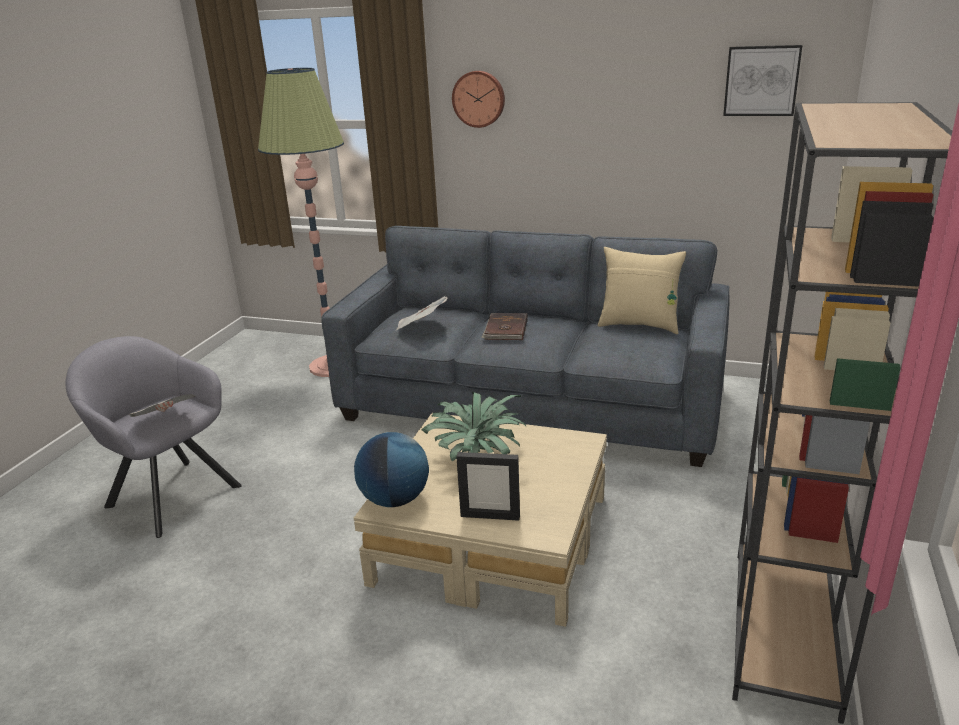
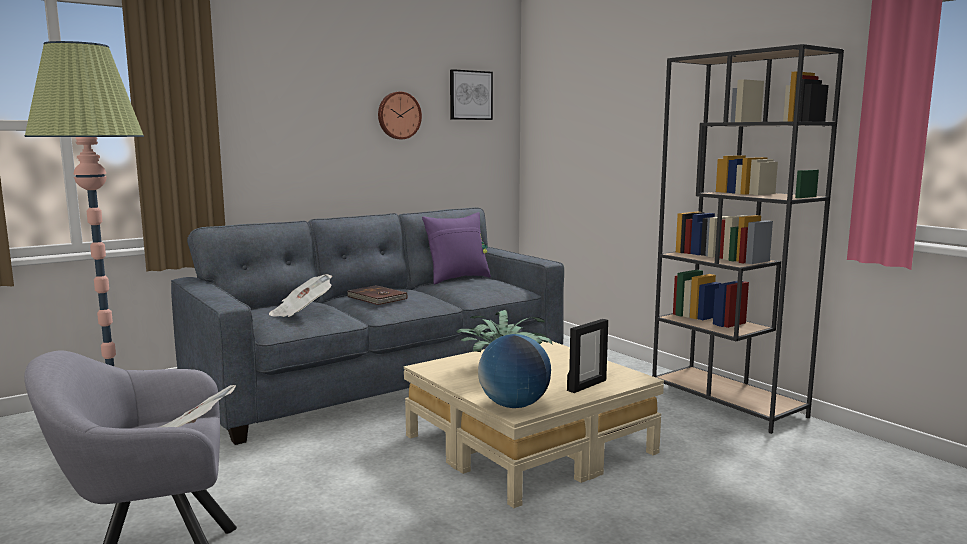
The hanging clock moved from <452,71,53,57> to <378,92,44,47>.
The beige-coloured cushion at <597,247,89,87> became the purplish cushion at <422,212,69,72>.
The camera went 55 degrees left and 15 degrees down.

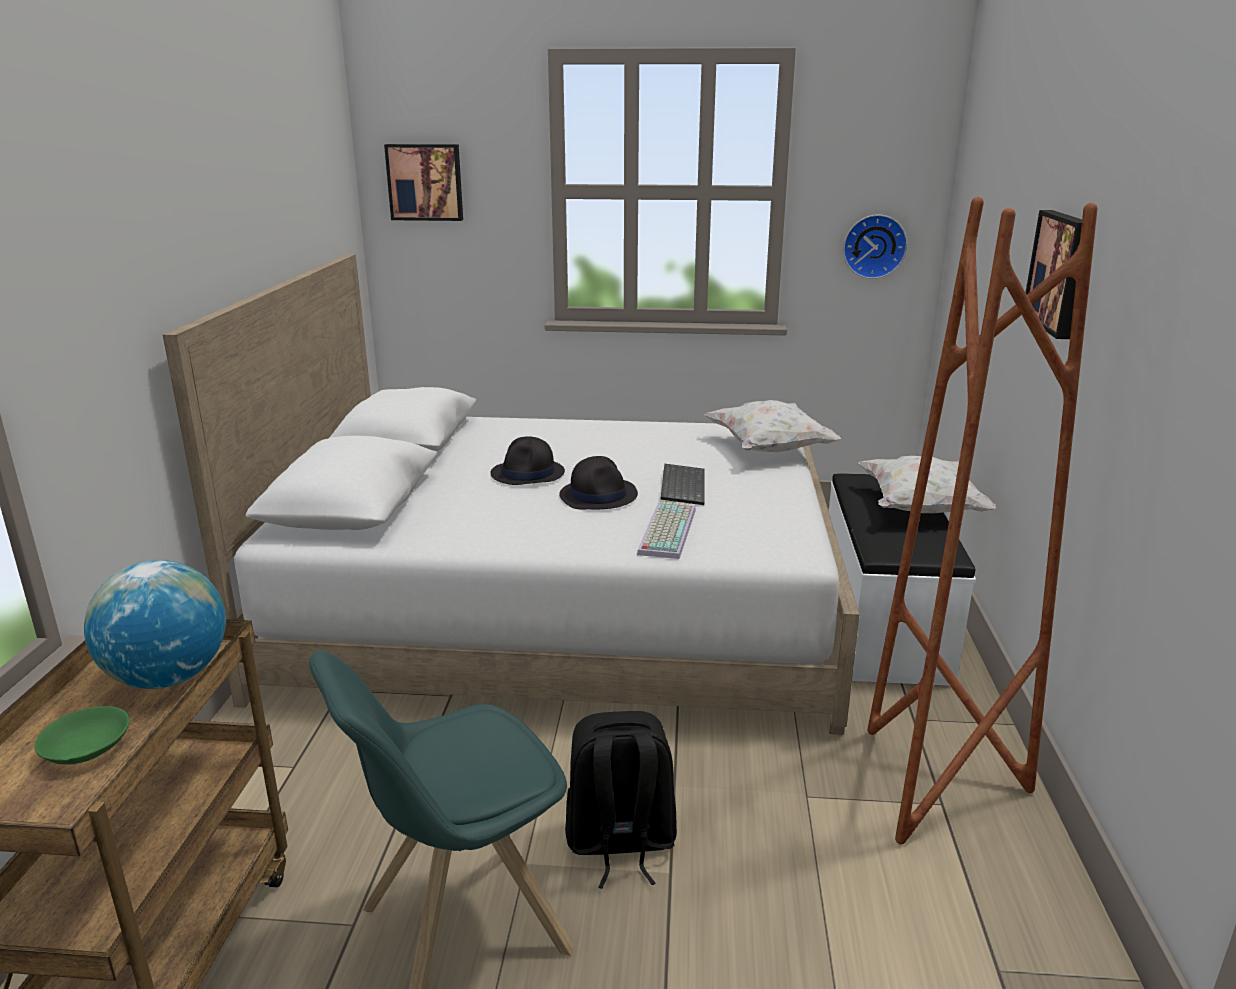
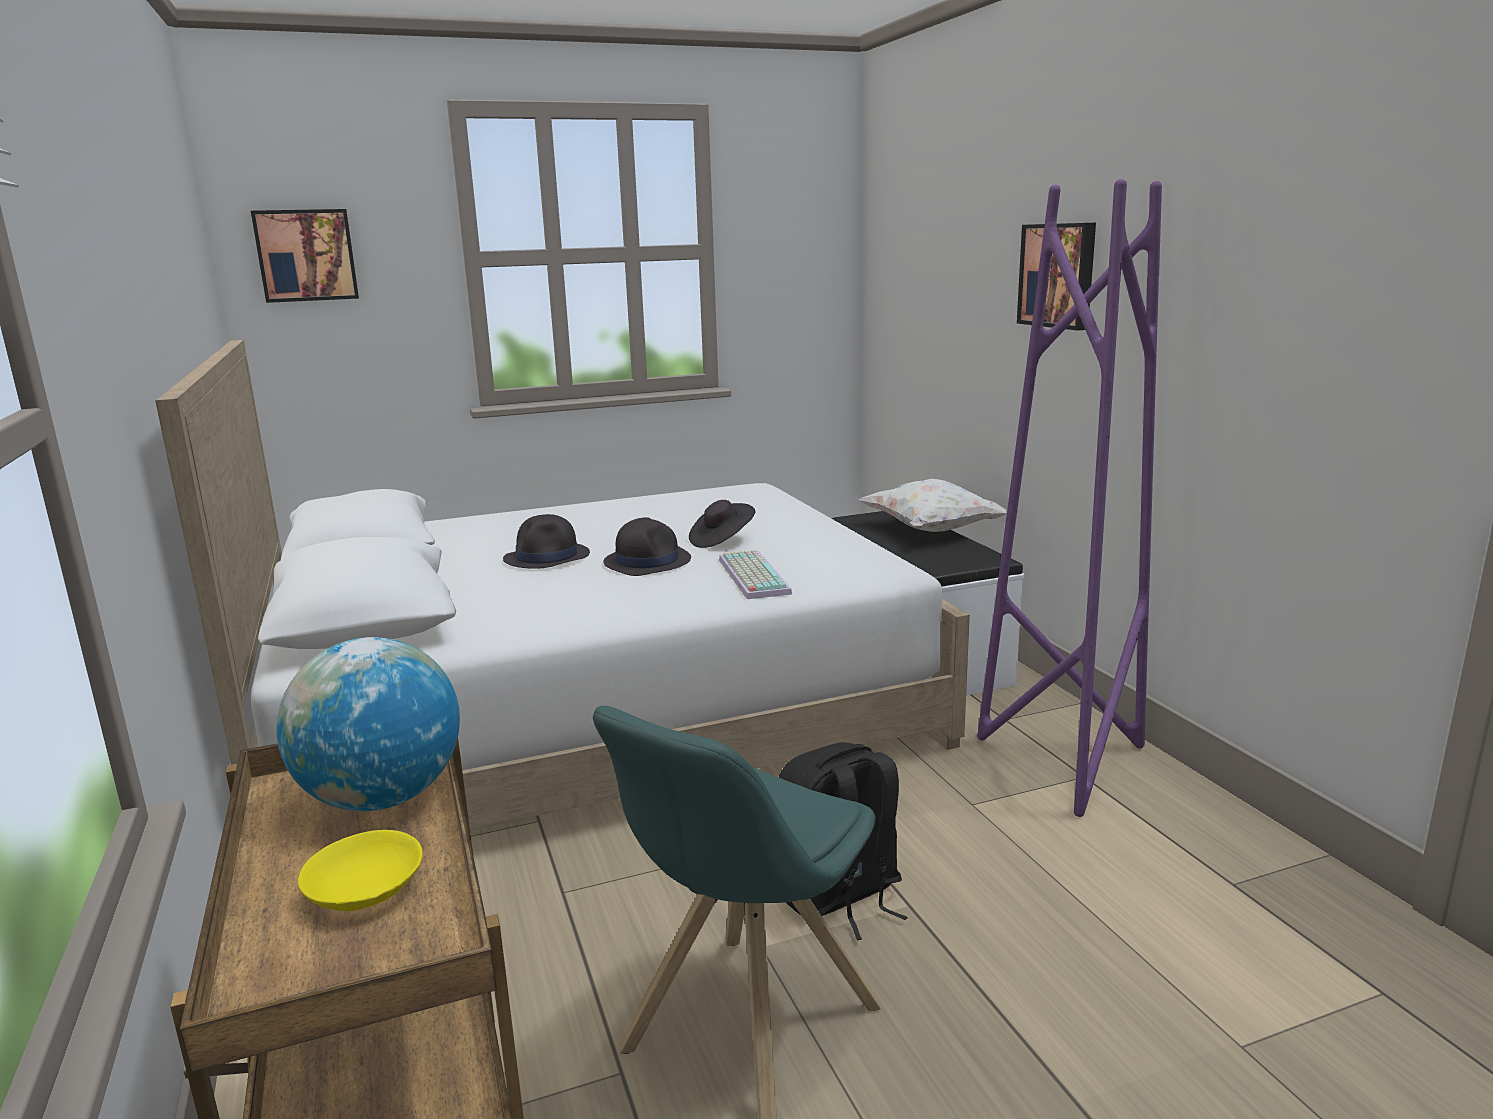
The greenish bowl at <35,706,95,59> became the yellow-coloured bowl at <298,830,125,81>.
The keyboard at <661,464,44,41> was replaced by the black-coloured wearable hat at <689,500,67,48>.
The brown garment stand at <867,197,230,648> became the purplish garment stand at <977,179,185,638>.
The white cushion at <705,400,136,52> disappeared.
The hanging clock at <843,215,64,64> disappeared.
The camera went 25 degrees left and 5 degrees down.

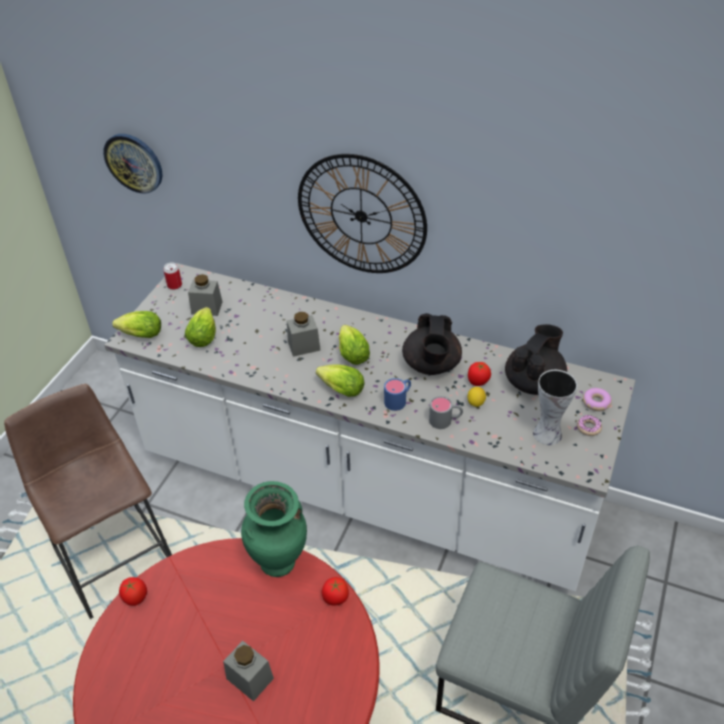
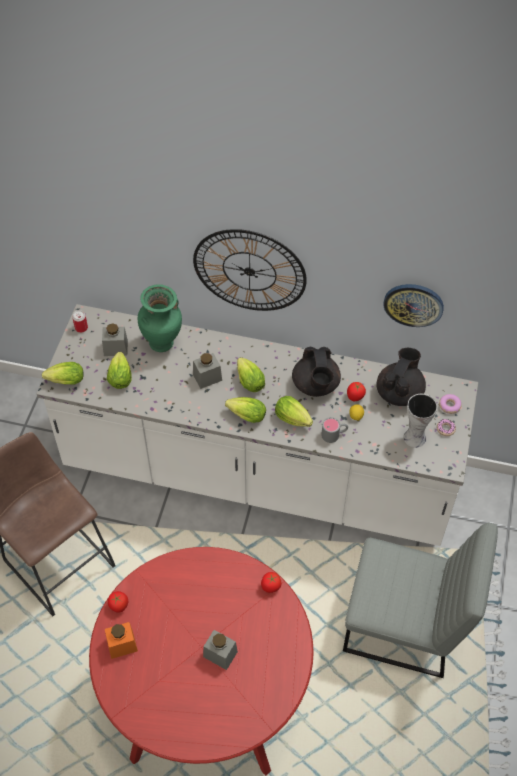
The orange-coloured preserve jar at <105,622,33,37> appeared.
The greenish decorative vase moved from <241,481,66,96> to <138,284,44,68>.
The blue coffee mug at <384,378,27,33> was replaced by the lettuce head at <275,396,38,31>.
The hanging clock moved from <103,134,60,59> to <384,284,60,43>.
The camera went 10 degrees left and 10 degrees up.

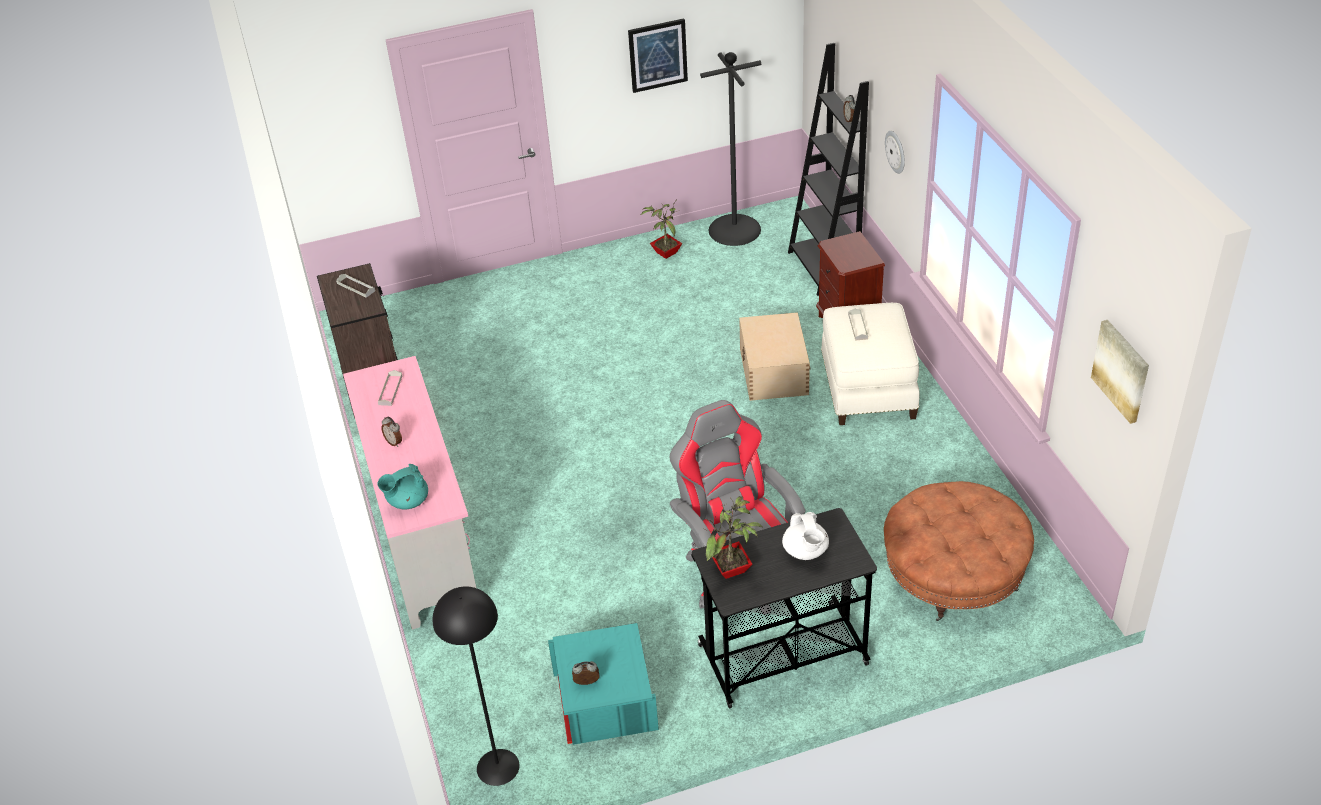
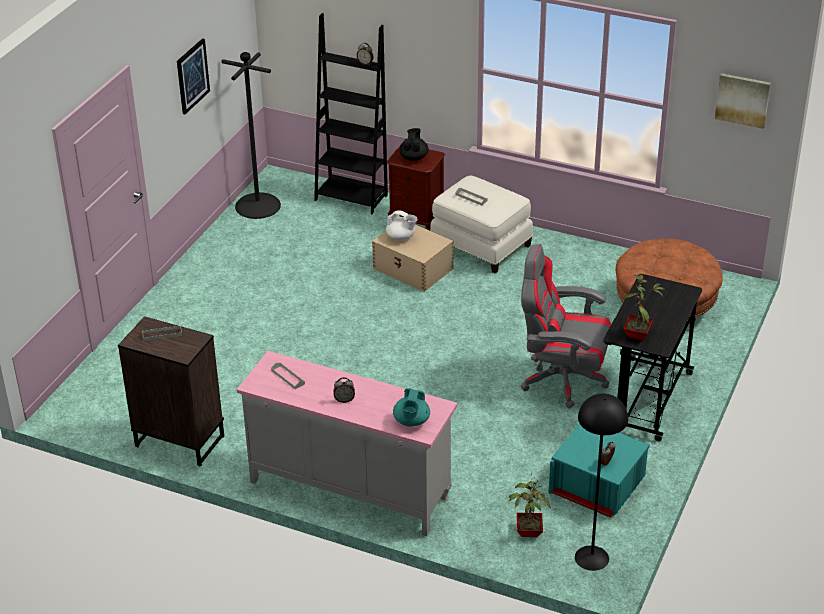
The white tea pot moved from <782,512,47,48> to <386,210,31,31>.
The black-coloured tea pot at <399,128,30,33> appeared.
The houseplant moved from <641,199,41,60> to <508,472,42,65>.
The hanging clock at <885,131,20,43> disappeared.
The camera went 50 degrees left and 5 degrees down.

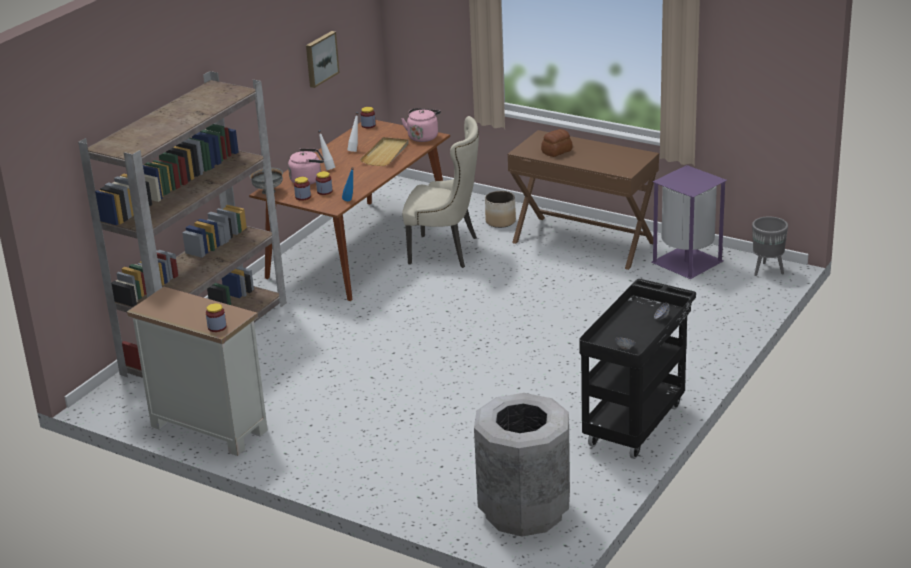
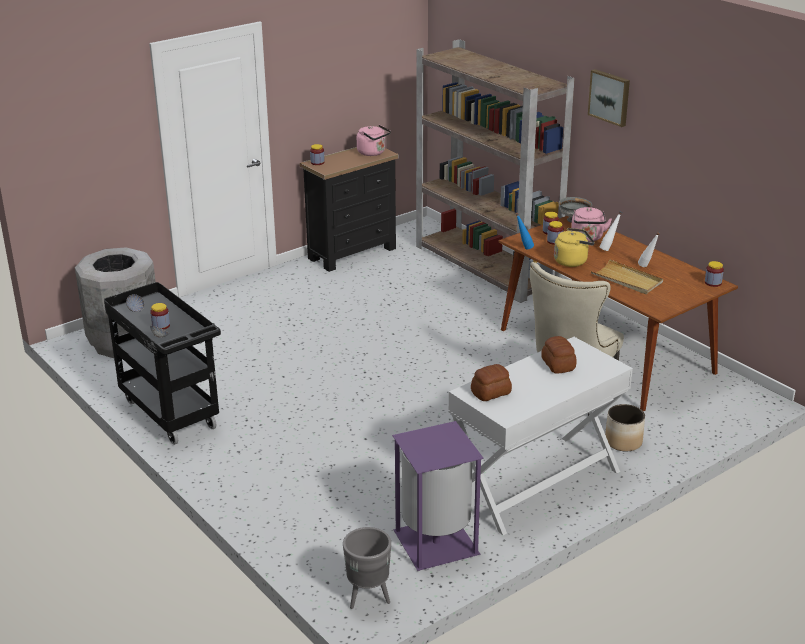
The preserve jar at <150,303,20,27> appeared.
The white dresser at <127,287,141,169> became the black-coloured dresser at <300,147,99,125>.
The pinkish water kettle moved from <401,108,40,34> to <357,125,34,31>.
The brown hall table at <508,130,151,140> became the white hall table at <448,337,185,198>.
The baked bread at <471,364,41,37> appeared.
The yellow-coloured water kettle at <554,228,41,39> appeared.
The picture moved from <306,31,34,57> to <588,69,42,58>.
The camera went 110 degrees right and 0 degrees up.

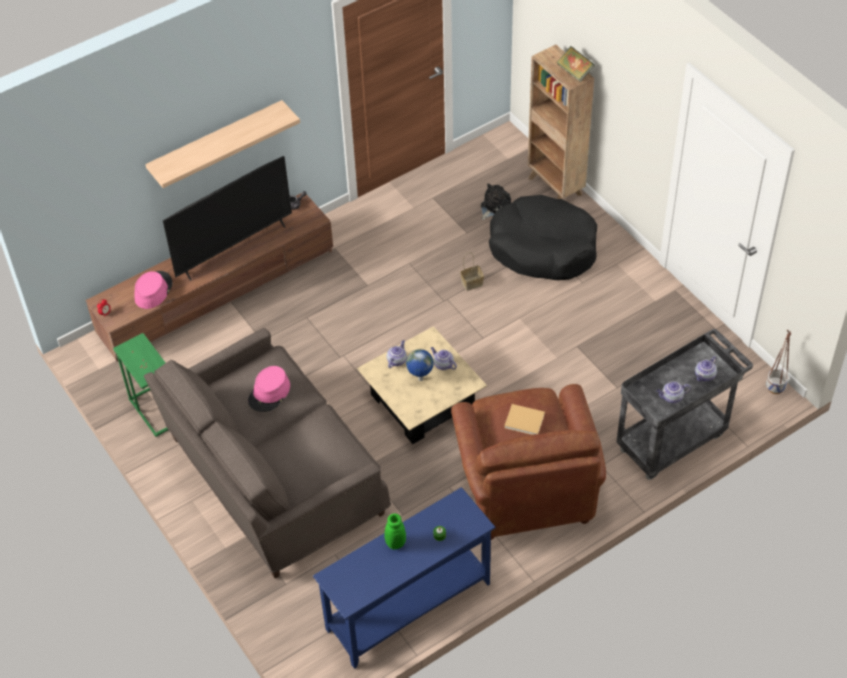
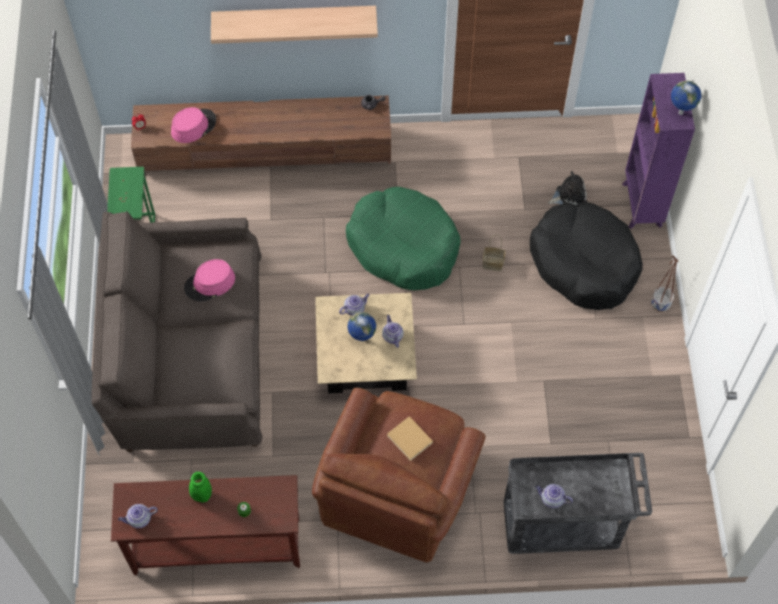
The blue hall table at <313,487,183,182> became the brown hall table at <111,475,189,100>.
The tea pot moved from <695,356,22,25> to <118,504,40,24>.
The greenish dog cushion at <346,187,115,103> appeared.
The brown bookshelf at <528,45,66,154> became the purplish bookshelf at <622,73,73,156>.
The plant pot moved from <766,330,25,64> to <651,256,27,56>.
The book at <557,46,38,36> was replaced by the world globe at <671,81,30,34>.
The TV set at <163,156,129,124> disappeared.
The camera went 30 degrees right and 10 degrees up.

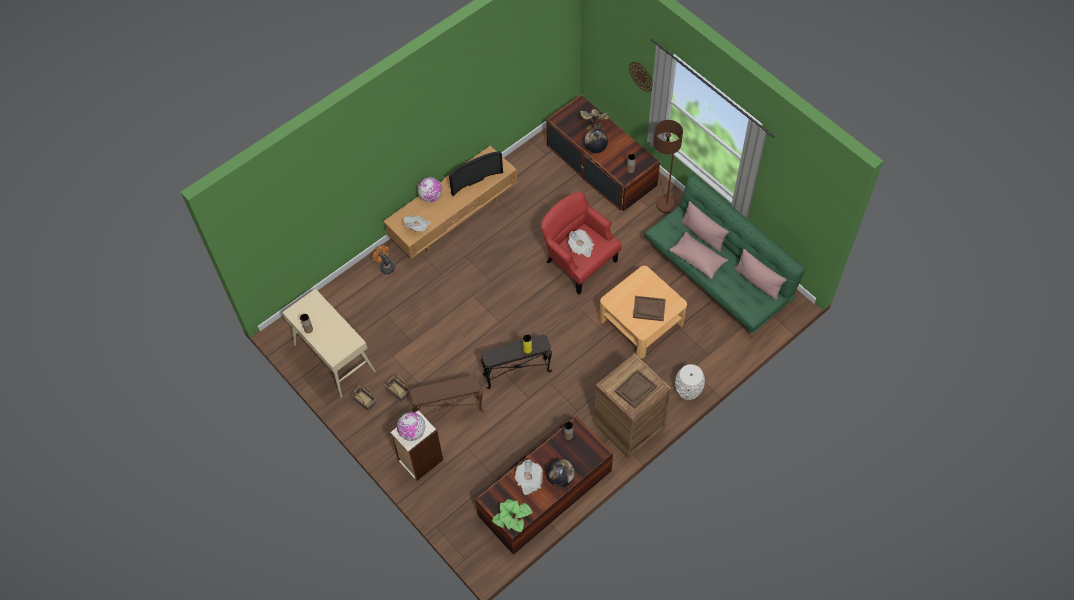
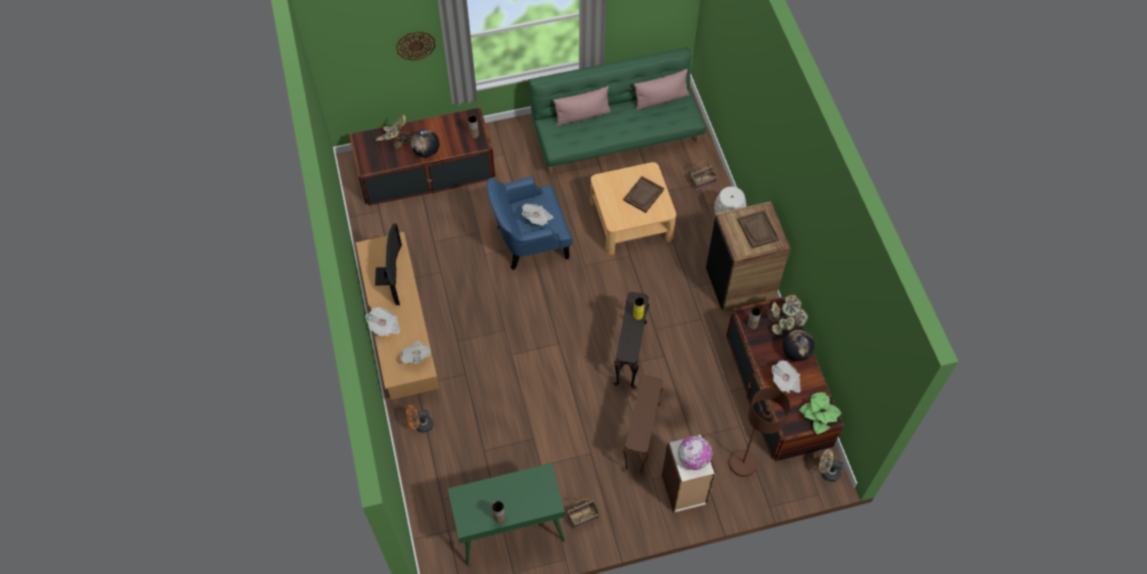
The world globe at <417,177,25,25> was replaced by the daily paper at <365,307,35,29>.
The beige-coloured hall table at <282,289,94,109> became the greenish hall table at <448,463,117,103>.
The reddish armchair at <541,192,81,102> became the blue armchair at <487,176,86,94>.
The household basket moved from <384,375,26,28> to <690,161,28,30>.
The brown standard lamp moved from <654,120,29,94> to <729,388,61,89>.
The houseplant at <767,294,41,41> appeared.
The beige-coloured cooling fan at <819,449,25,33> appeared.
The pinkish cushion at <669,232,59,47> disappeared.
The camera went 65 degrees left and 0 degrees up.

